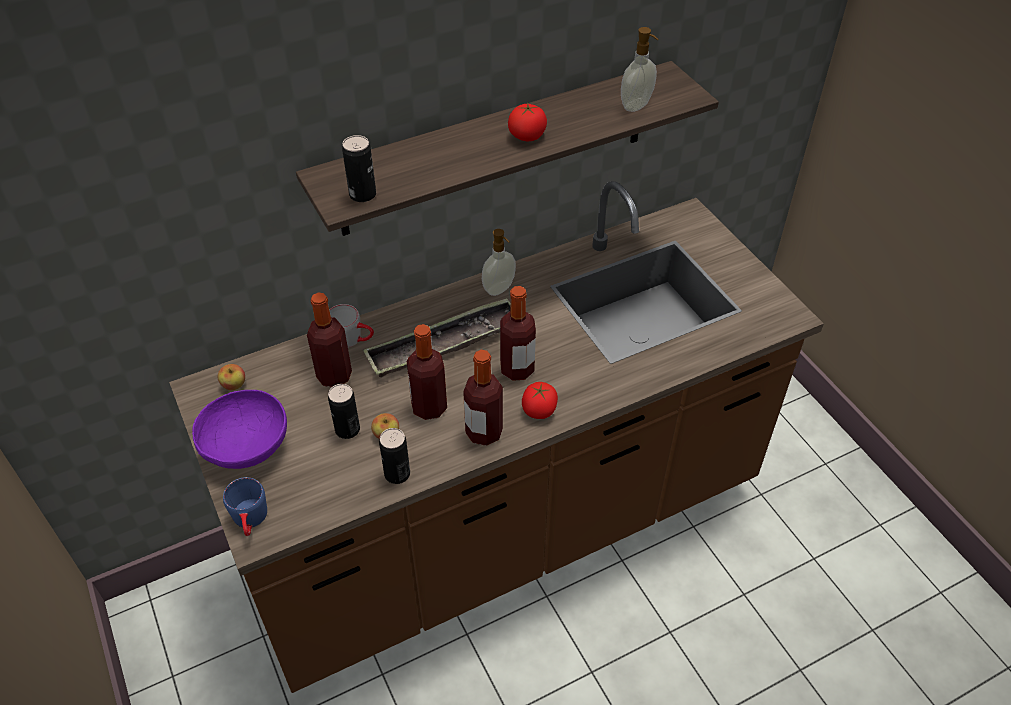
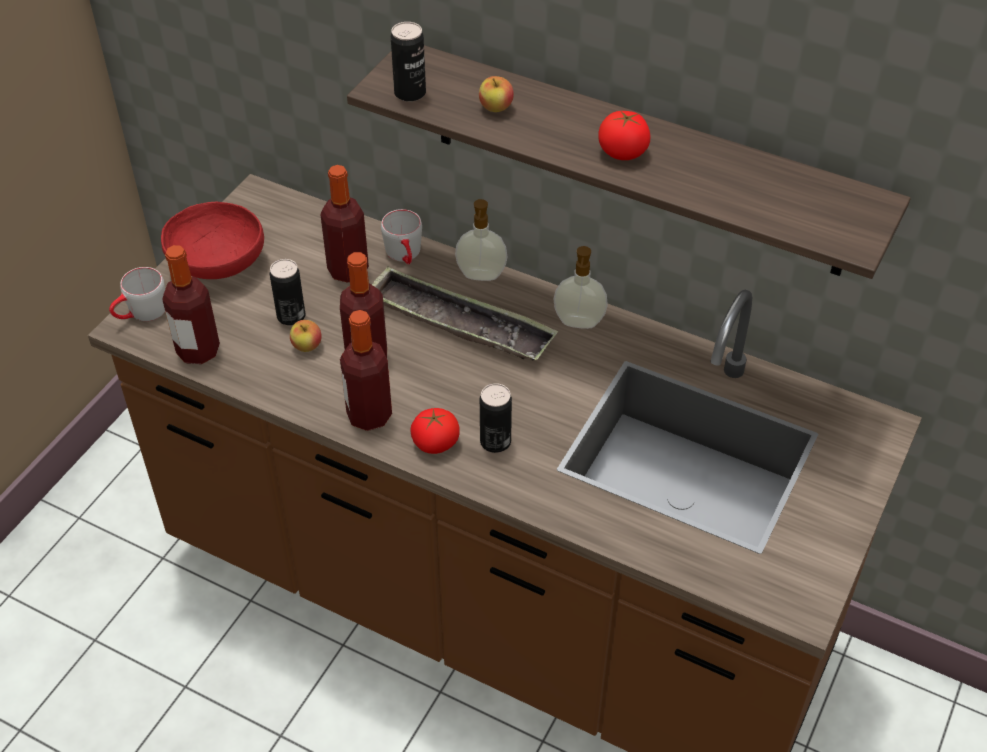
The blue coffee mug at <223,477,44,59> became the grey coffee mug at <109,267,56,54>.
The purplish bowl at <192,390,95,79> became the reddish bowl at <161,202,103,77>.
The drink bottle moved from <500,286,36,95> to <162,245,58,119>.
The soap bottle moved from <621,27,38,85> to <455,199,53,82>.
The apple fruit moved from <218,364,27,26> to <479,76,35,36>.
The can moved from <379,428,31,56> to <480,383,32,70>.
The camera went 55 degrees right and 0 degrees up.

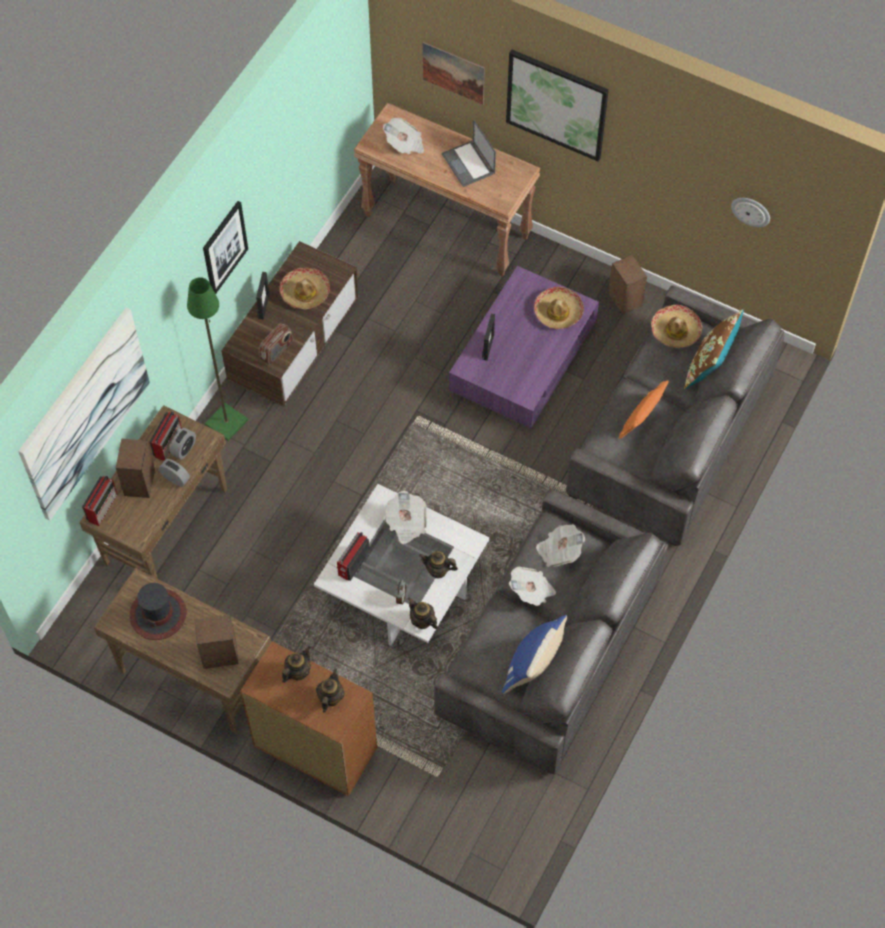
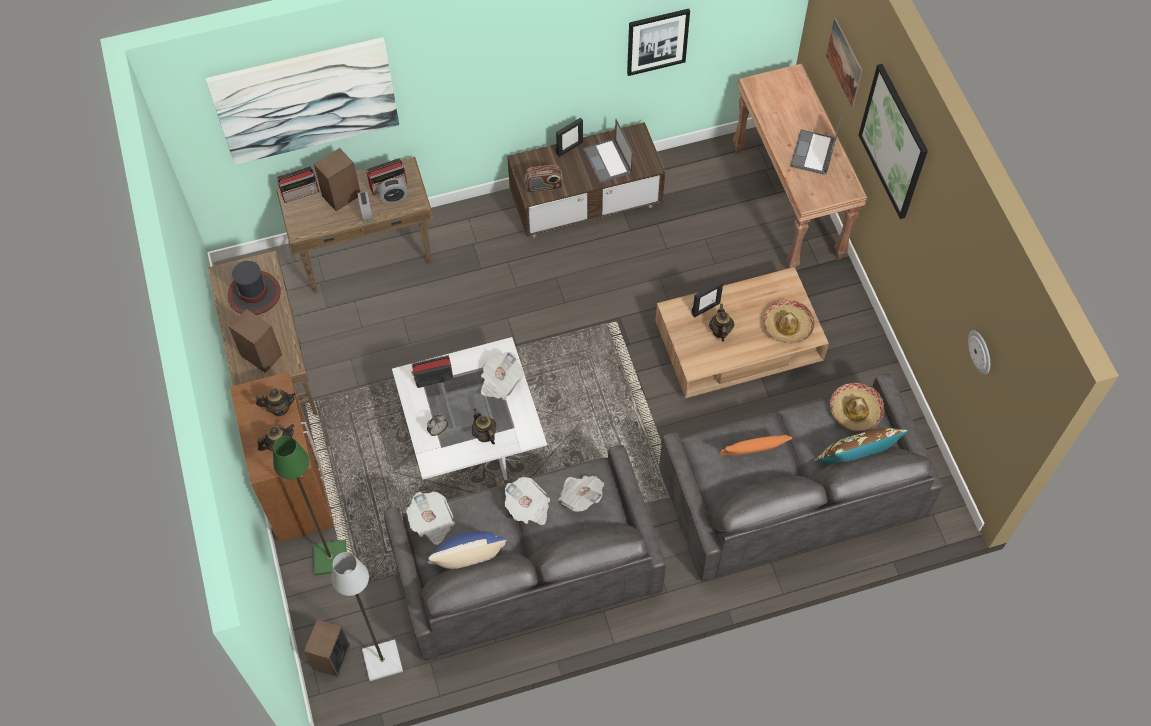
The greenish standard lamp moved from <187,277,61,164> to <273,436,74,139>.
The speaker moved from <608,255,39,59> to <304,619,46,58>.
The grey standard lamp at <332,552,71,129> appeared.
The daily paper moved from <383,118,41,36> to <406,492,49,53>.
The wearable hat at <279,268,51,41> was replaced by the notebook computer at <583,119,50,64>.
The picture moved from <203,201,45,93> to <627,9,63,67>.
The purplish lounge table at <449,266,150,162> became the brown lounge table at <655,267,174,131>.
The tea pot moved from <408,597,30,32> to <709,304,26,38>.
The camera went 45 degrees right and 0 degrees up.

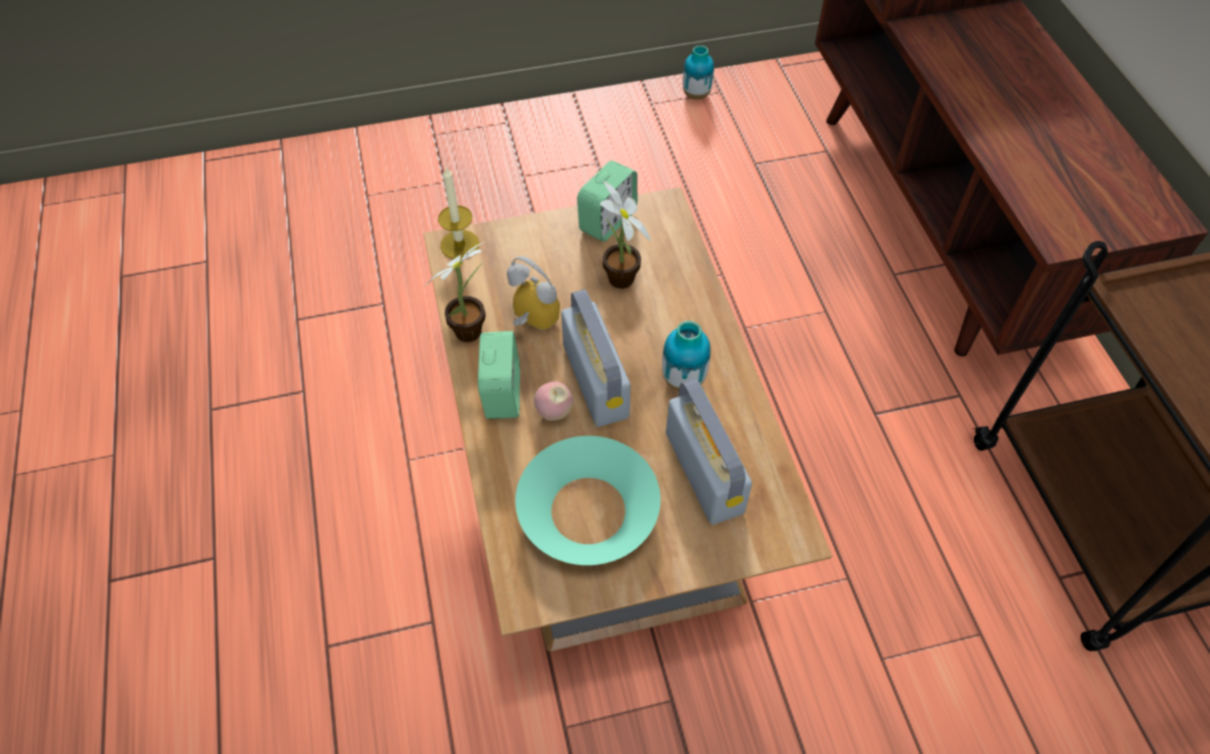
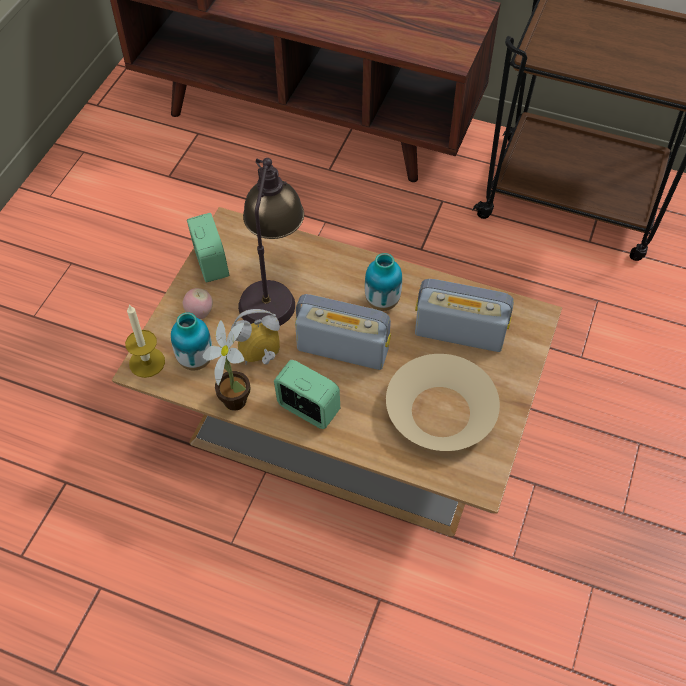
The decorative vase moved from <683,45,31,55> to <171,312,41,58>.
The apple fruit moved from <534,381,39,40> to <183,288,30,31>.
The houseplant at <600,180,51,109> was replaced by the lamp for a table at <238,158,66,168>.
The turquoise bowl at <515,436,146,129> became the beige-coloured bowl at <386,354,114,97>.
The camera went 55 degrees left and 0 degrees up.

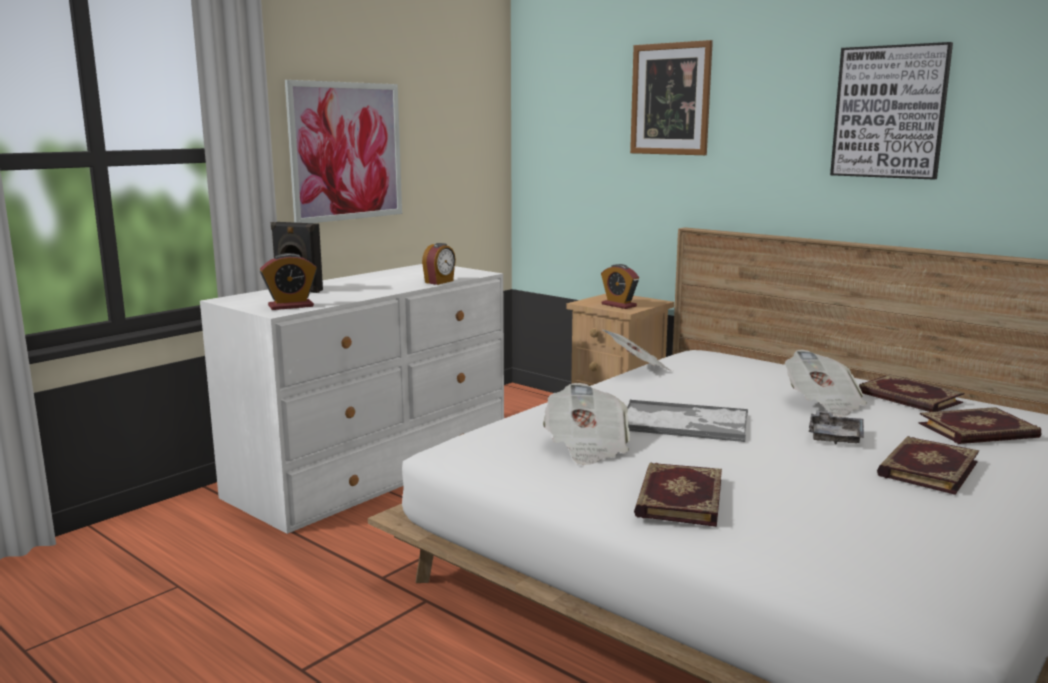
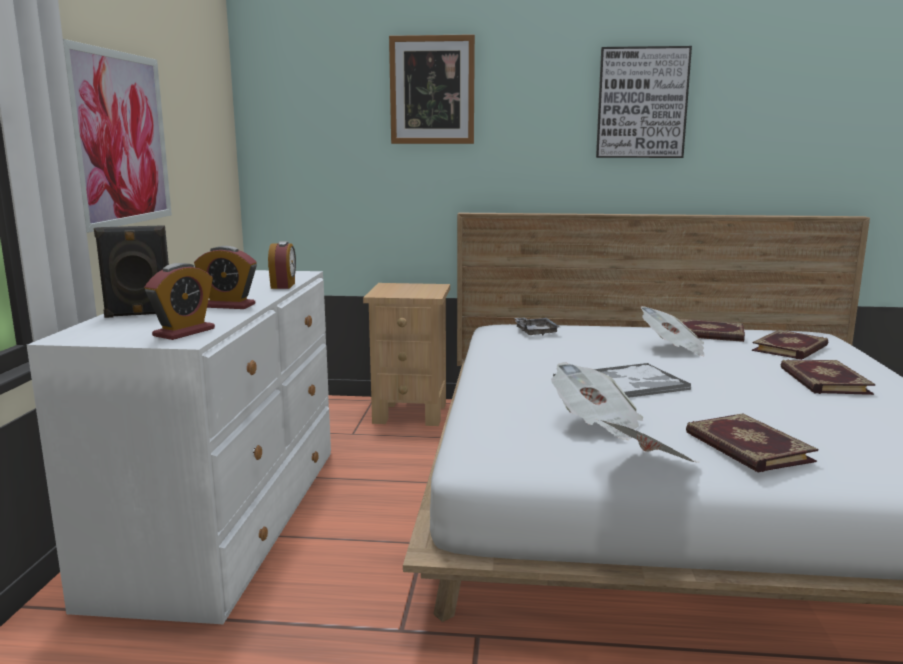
The alarm clock moved from <601,264,38,45> to <194,246,63,63>.
The grey serving tray moved from <809,410,55,34> to <514,317,46,19>.
The daily paper moved from <601,329,72,42> to <599,420,99,43>.
The camera went 35 degrees left and 0 degrees up.

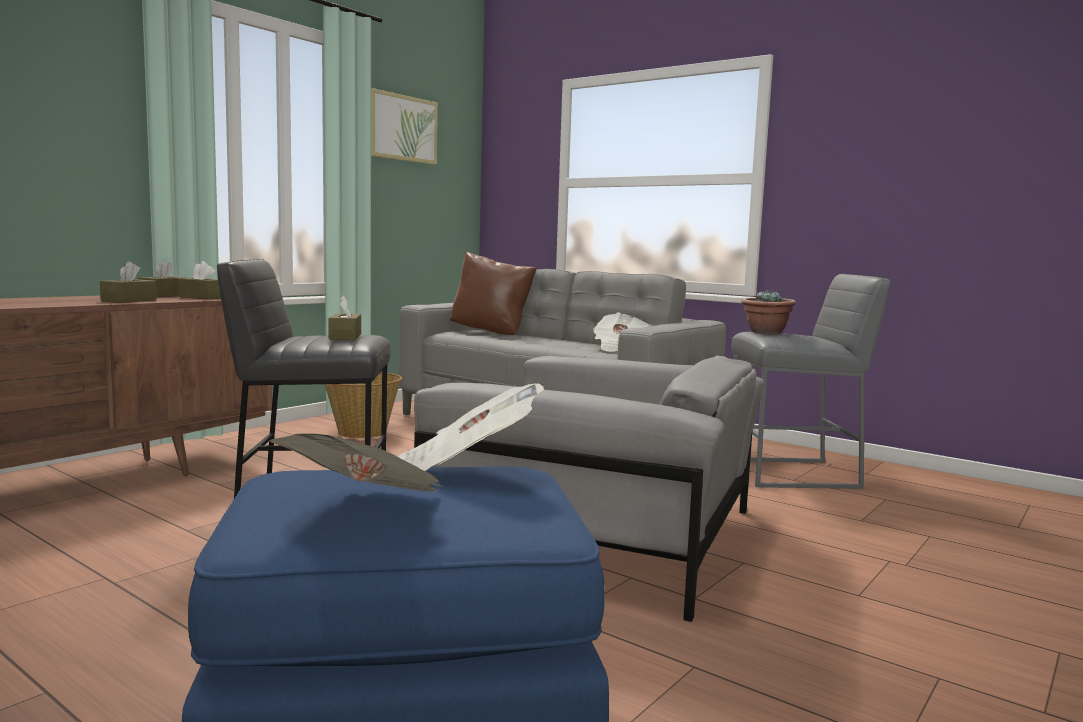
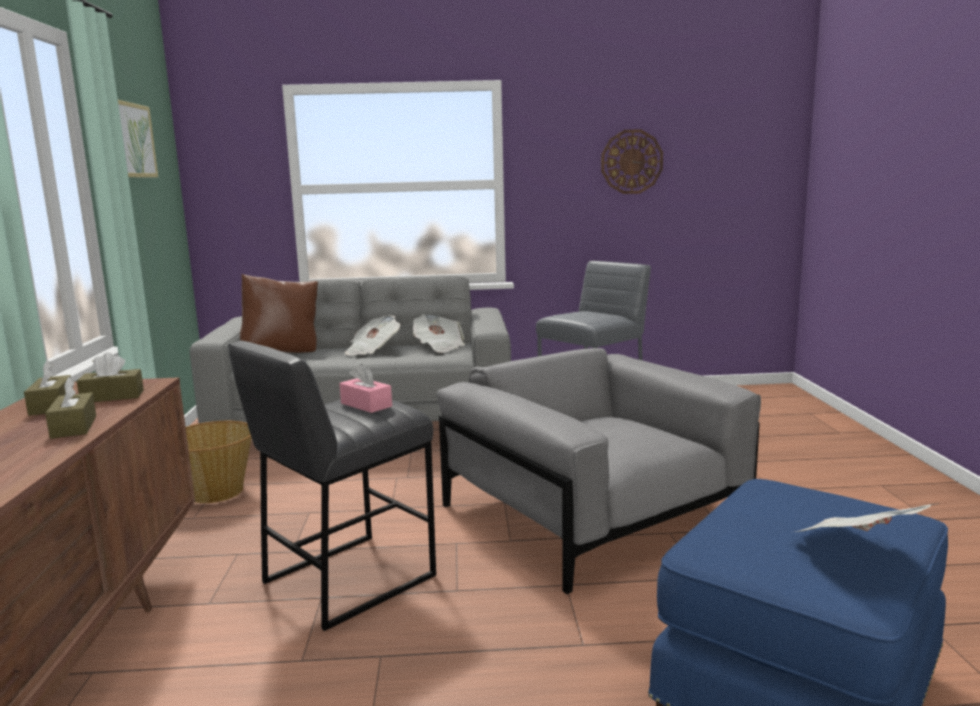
The brown tissue box at <328,295,33,45> became the pinkish tissue box at <339,364,53,49>.
The daily paper moved from <397,383,147,88> to <345,315,55,40>.
The grey armchair at <414,356,351,266> turned 105 degrees counterclockwise.
The hanging clock at <601,129,62,65> appeared.
The houseplant at <741,290,55,44> disappeared.
The camera went 40 degrees left and 5 degrees up.

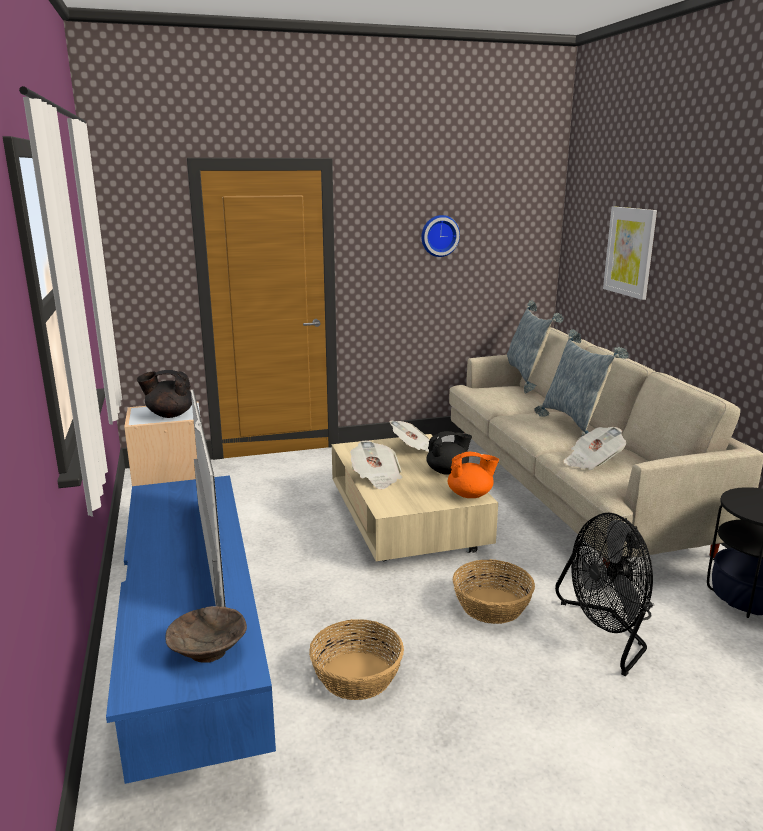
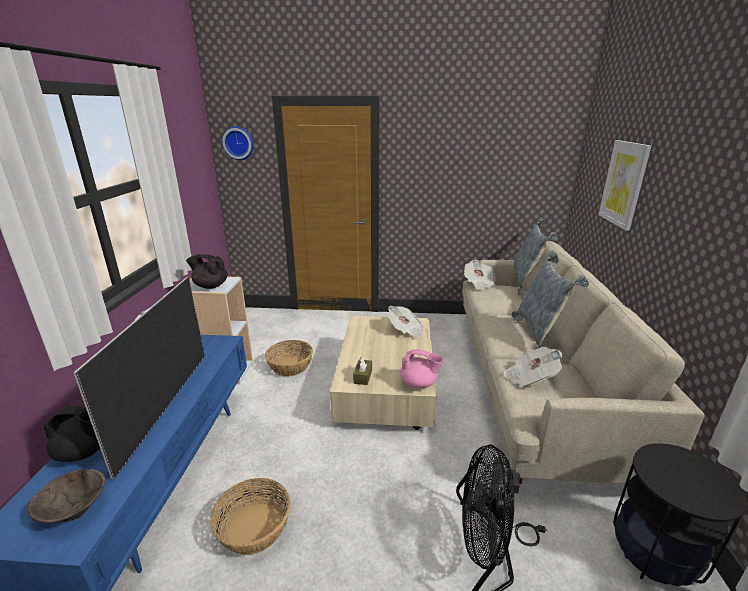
The black-coloured tea pot moved from <426,431,46,44> to <44,406,56,56>.
The hanging clock moved from <422,215,38,42> to <222,126,32,34>.
The household basket moved from <452,559,83,65> to <265,340,48,36>.
The brown tissue box at <353,357,19,28> appeared.
The orange-coloured tea pot at <448,452,51,46> became the pinkish tea pot at <400,349,43,40>.
The daily paper moved from <350,440,53,50> to <464,260,31,30>.
The camera went 20 degrees right and 5 degrees up.

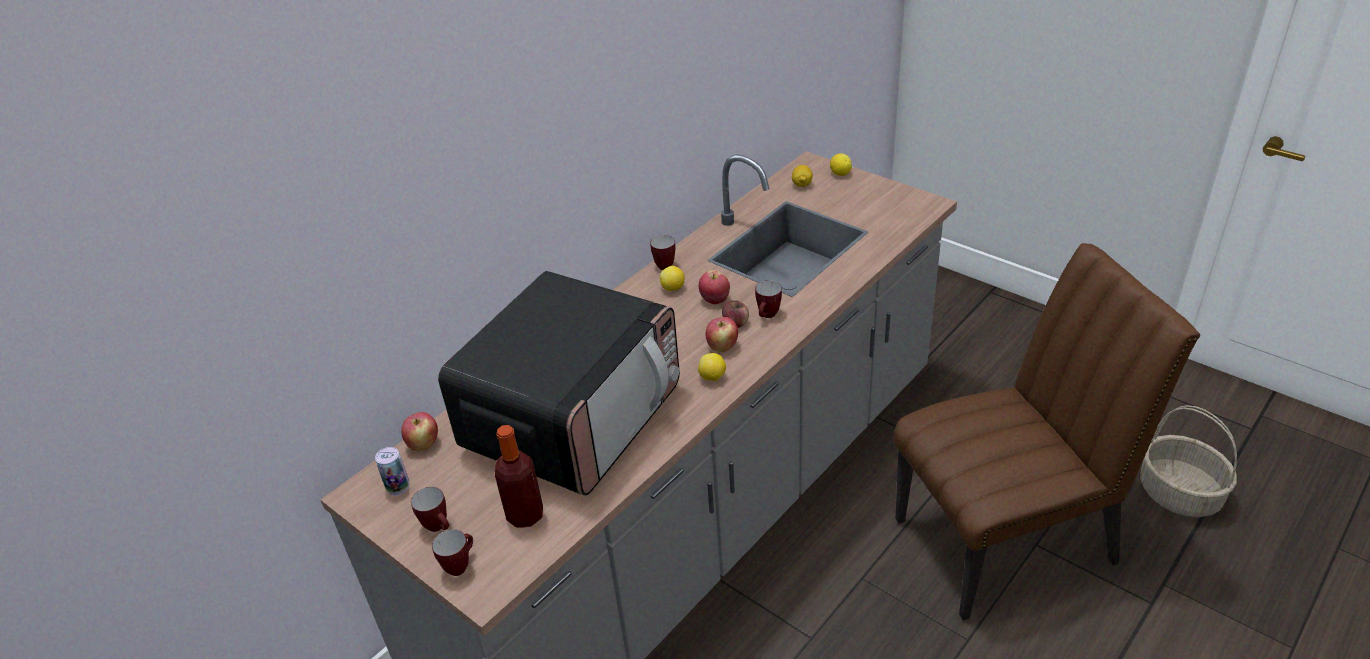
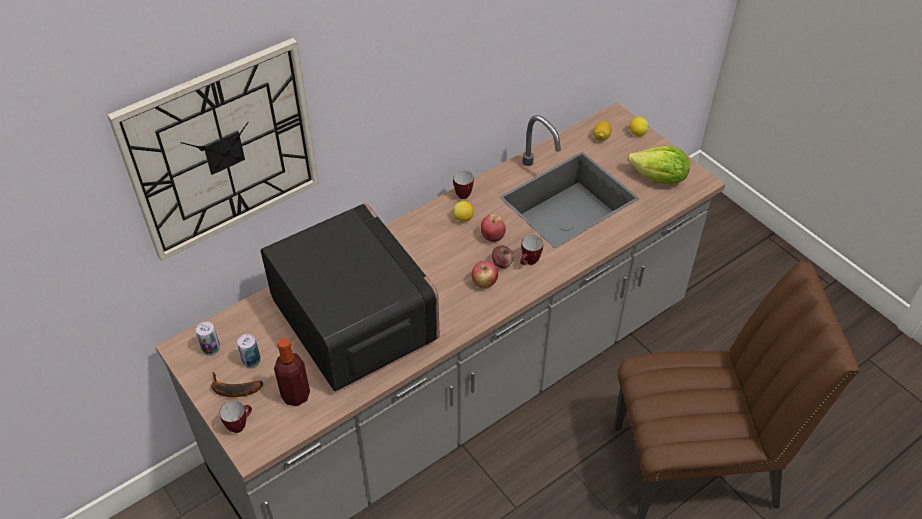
The hanging clock at <107,38,212,223> appeared.
The coffee mug at <411,487,38,45> was replaced by the banana at <211,372,52,25>.
The can at <237,334,24,35> appeared.
The kitchen microwave at <438,271,242,225> turned 75 degrees counterclockwise.
The lettuce head at <628,146,62,38> appeared.
The apple fruit at <401,412,37,39> disappeared.
The lemon at <698,353,28,28> disappeared.
The household basket at <1140,405,97,112> disappeared.
The camera went 10 degrees right and 10 degrees up.

